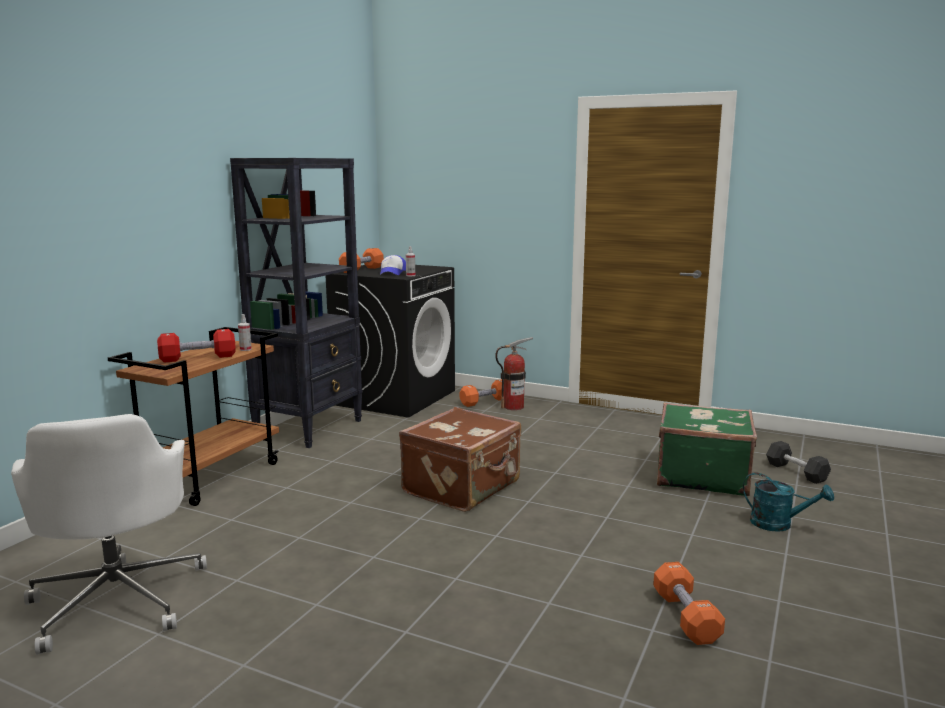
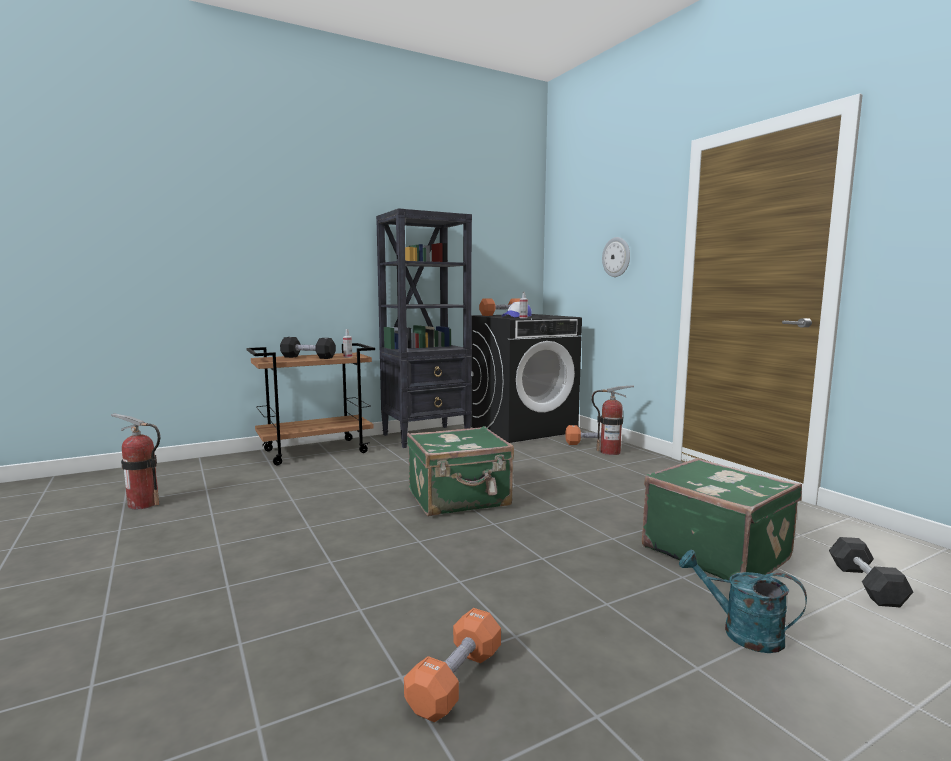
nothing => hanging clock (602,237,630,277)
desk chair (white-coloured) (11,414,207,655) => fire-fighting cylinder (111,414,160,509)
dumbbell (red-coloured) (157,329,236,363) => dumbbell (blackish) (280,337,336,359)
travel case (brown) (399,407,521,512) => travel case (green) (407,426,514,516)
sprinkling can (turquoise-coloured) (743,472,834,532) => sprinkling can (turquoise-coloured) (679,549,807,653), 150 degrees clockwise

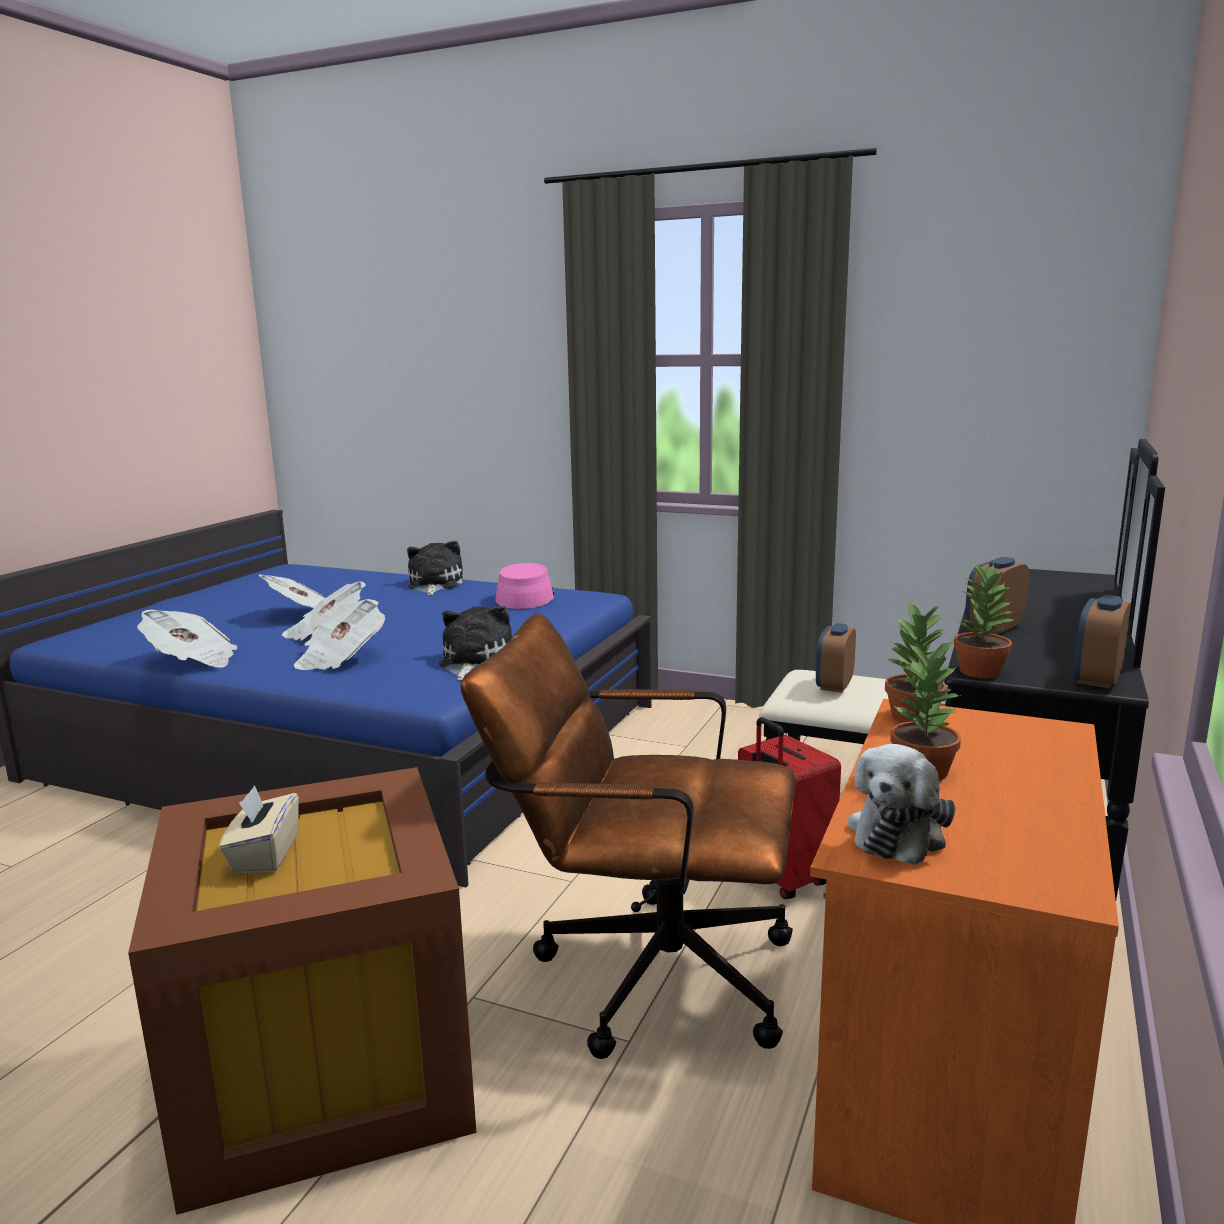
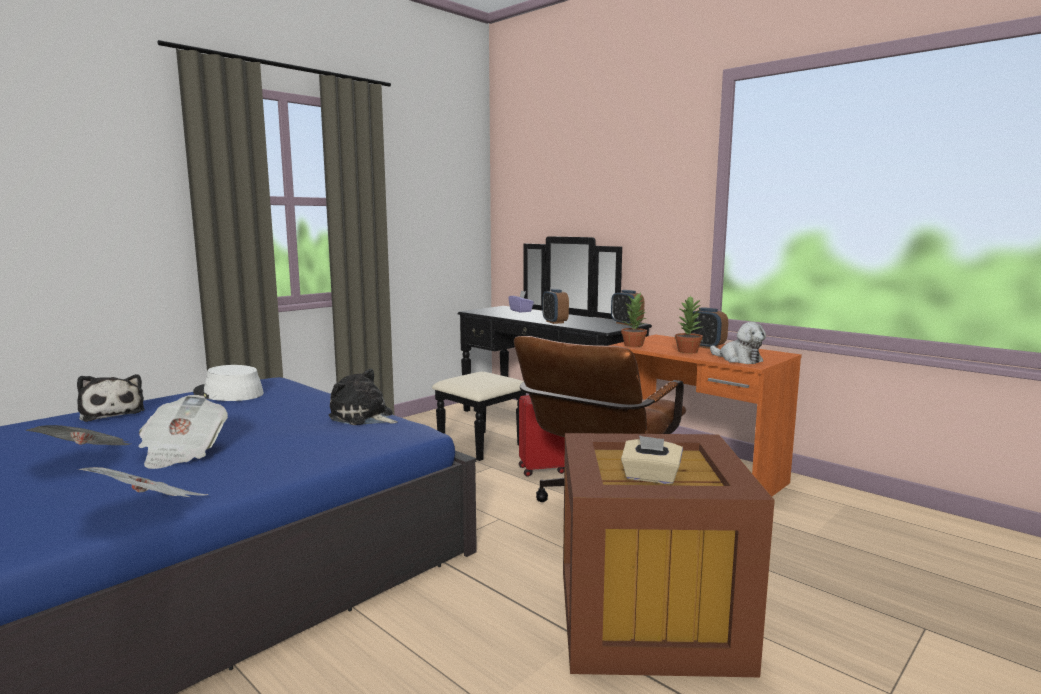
printed paper (294,599,385,670) => nothing
potted plant (954,562,1016,678) => nothing
nothing => tissue holder (purple-coloured) (508,290,534,312)
table clock (816,623,856,693) => table clock (686,307,728,349), relocated
hat (pink-coloured) (495,563,554,609) => hat (white-coloured) (193,365,264,401)
plush toy (407,541,463,595) => plush toy (77,374,145,422), 150 degrees counterclockwise

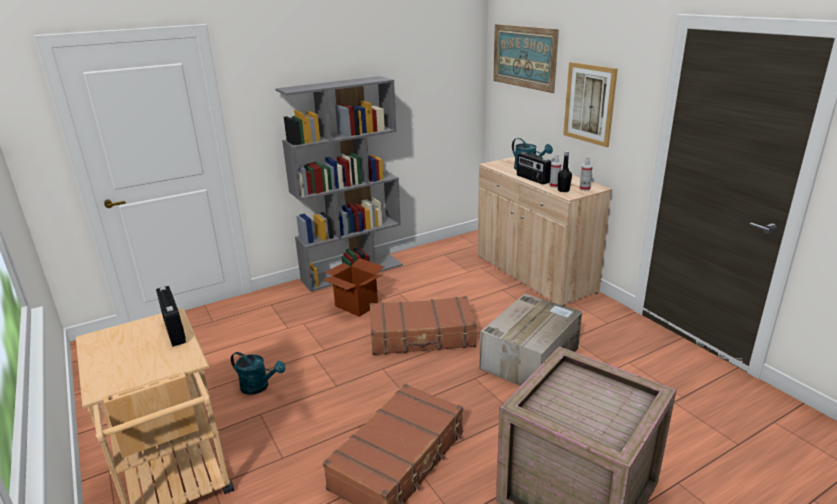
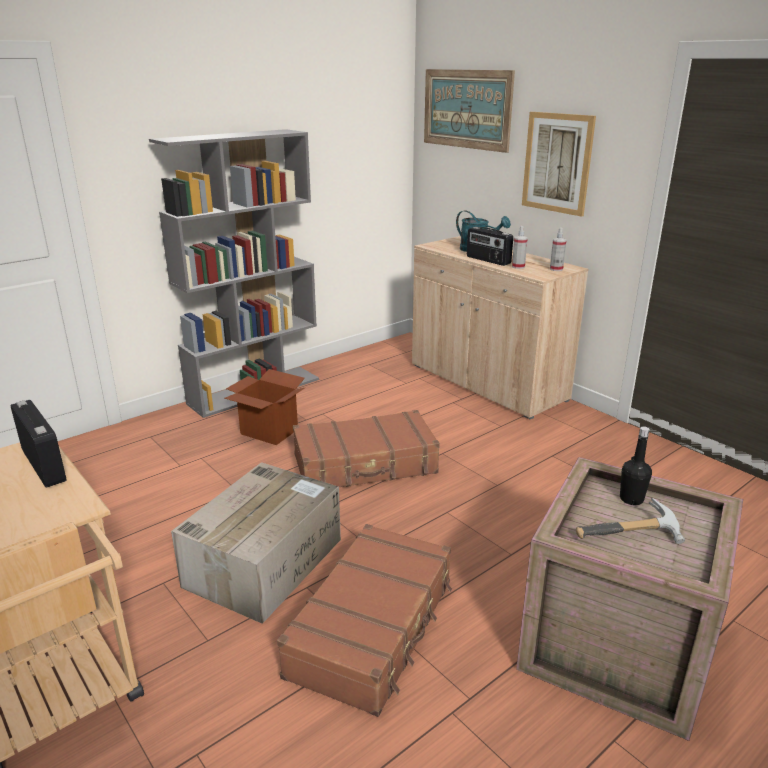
sprinkling can (turquoise-coloured) (231,352,285,395) => nothing
nothing => hand hammer (576,498,685,544)
cardboard box (480,294,582,386) => cardboard box (171,462,341,624), relocated
beverage bottle (blackish) (558,151,572,192) => beverage bottle (blackish) (620,426,652,505), relocated

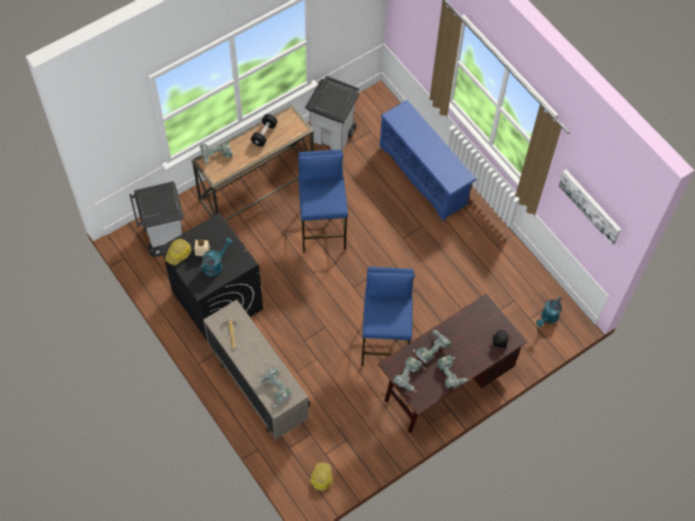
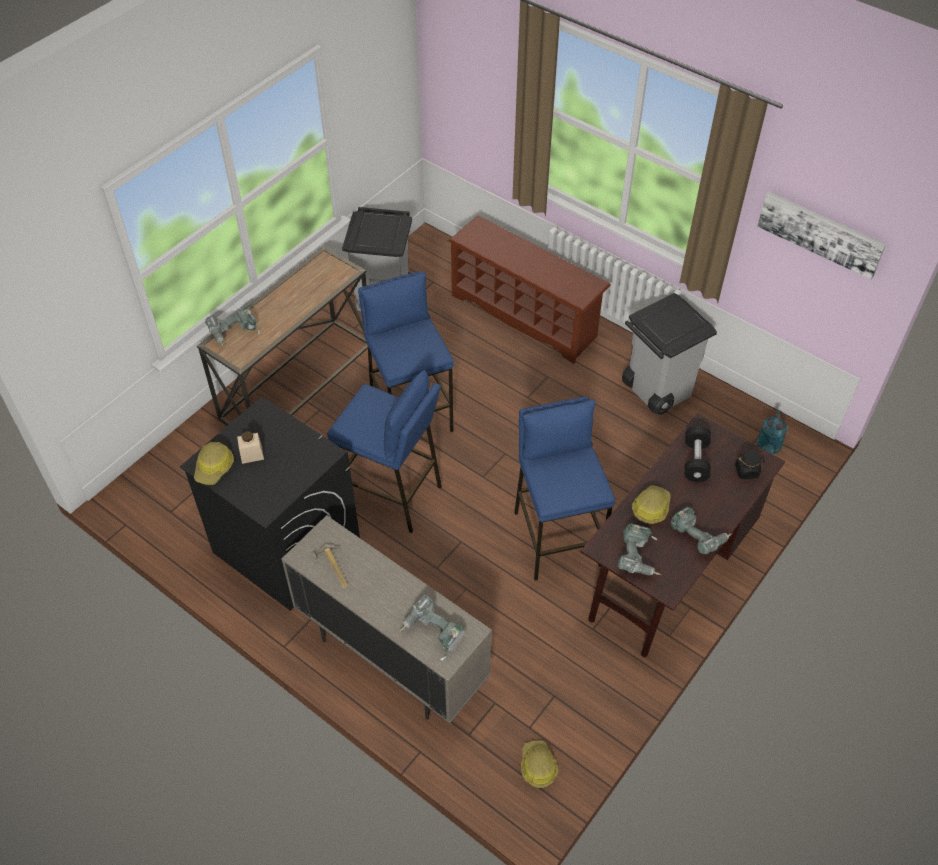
sprinkling can (turquoise-coloured) (200,238,233,277) => nothing
nothing => sitting stool (blue) (327,370,442,533)
trash can (greyish) (129,181,184,257) => trash can (greyish) (622,293,717,415), relocated
dumbbell (blackish) (251,114,278,147) => dumbbell (blackish) (685,426,711,482), relocated
electric drill (413,329,451,363) => work helmet (632,485,671,524)
shoe stand (blue) (380,100,477,221) => shoe stand (brown) (448,216,611,364)

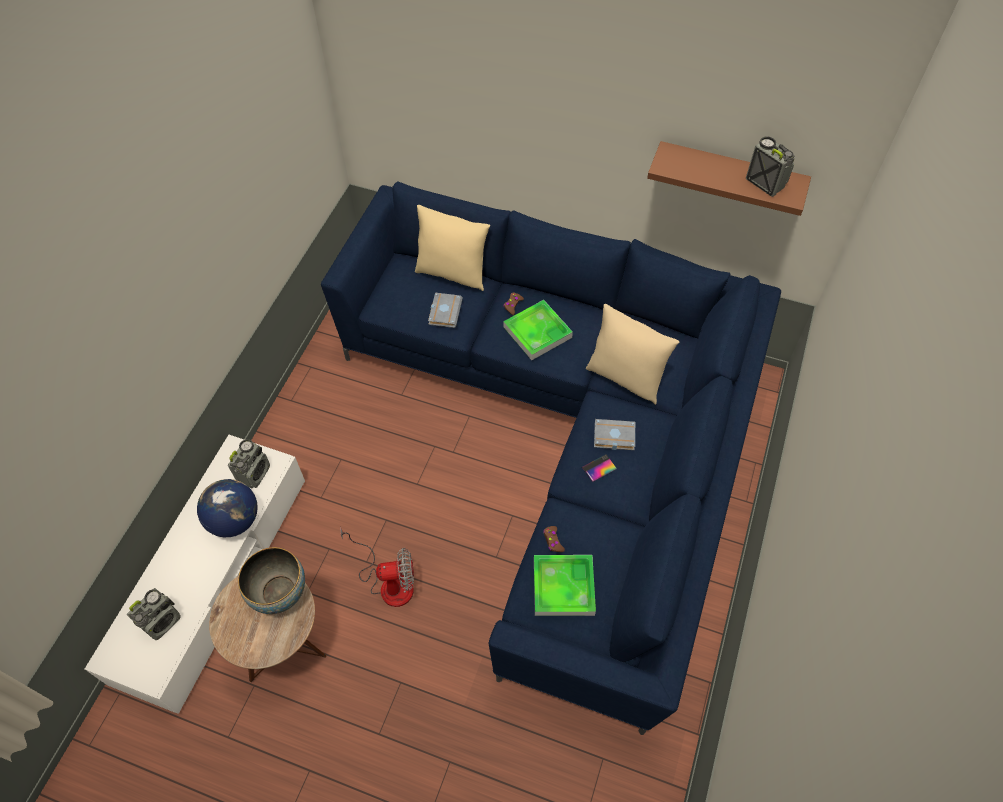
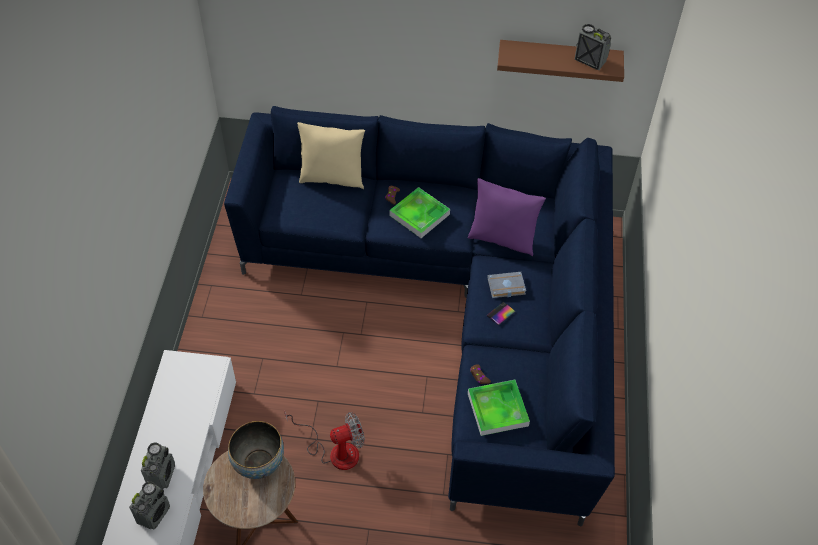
world globe (197,479,258,537) => nothing
bound book (greyish) (428,293,463,328) => nothing
radio receiver (228,439,270,488) => radio receiver (141,443,175,489), relocated
pillow (beige-coloured) (586,304,679,405) => pillow (purple-coloured) (468,178,546,256)

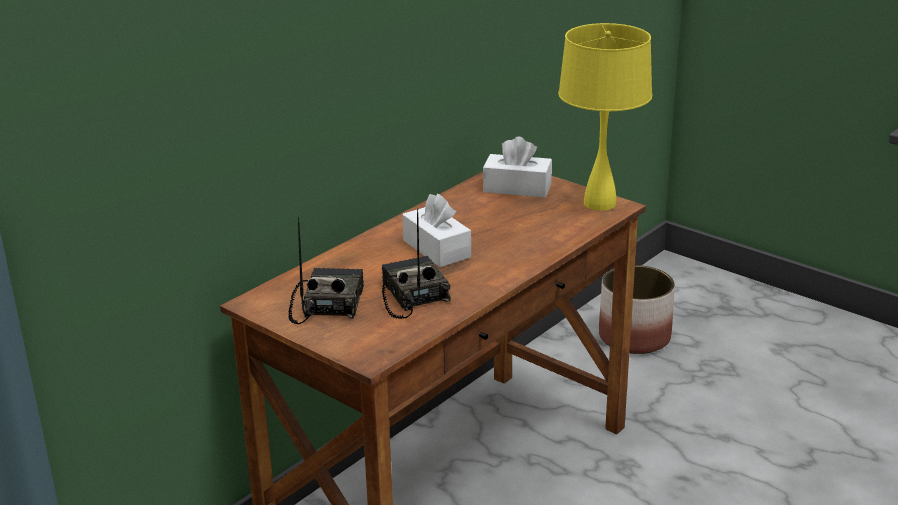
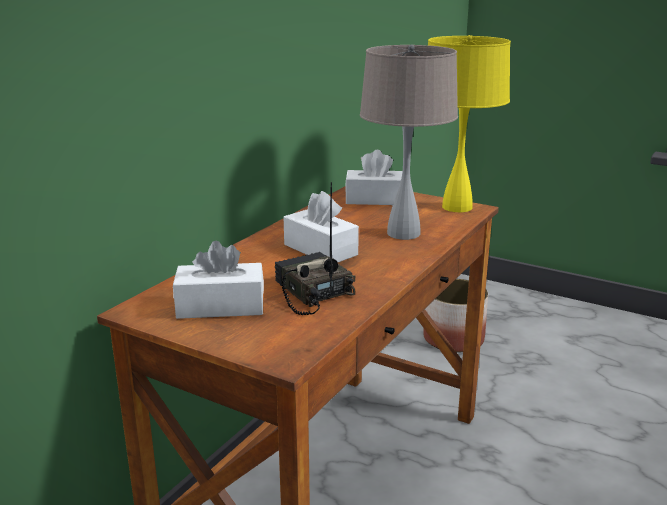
nothing => lamp for a table (beige-coloured) (360,45,458,240)
radio receiver (289,217,364,324) => tissue holder (white-coloured) (173,241,264,319)

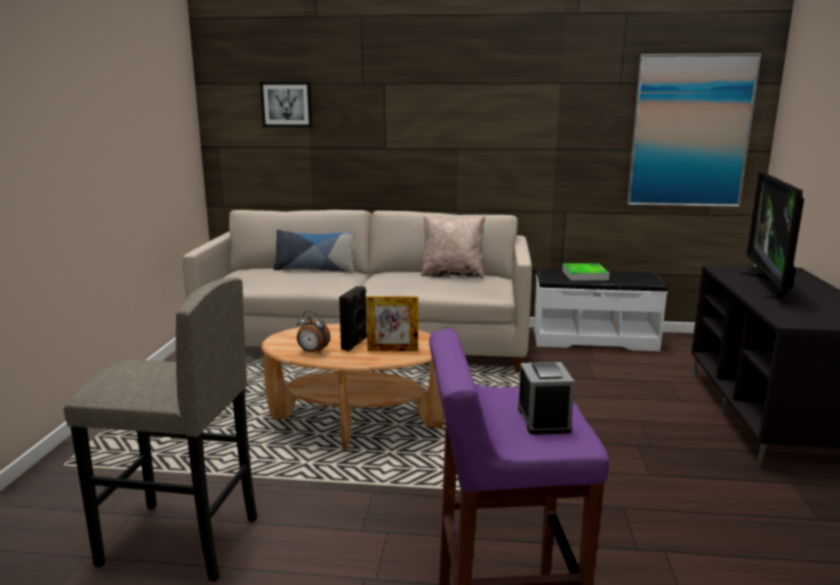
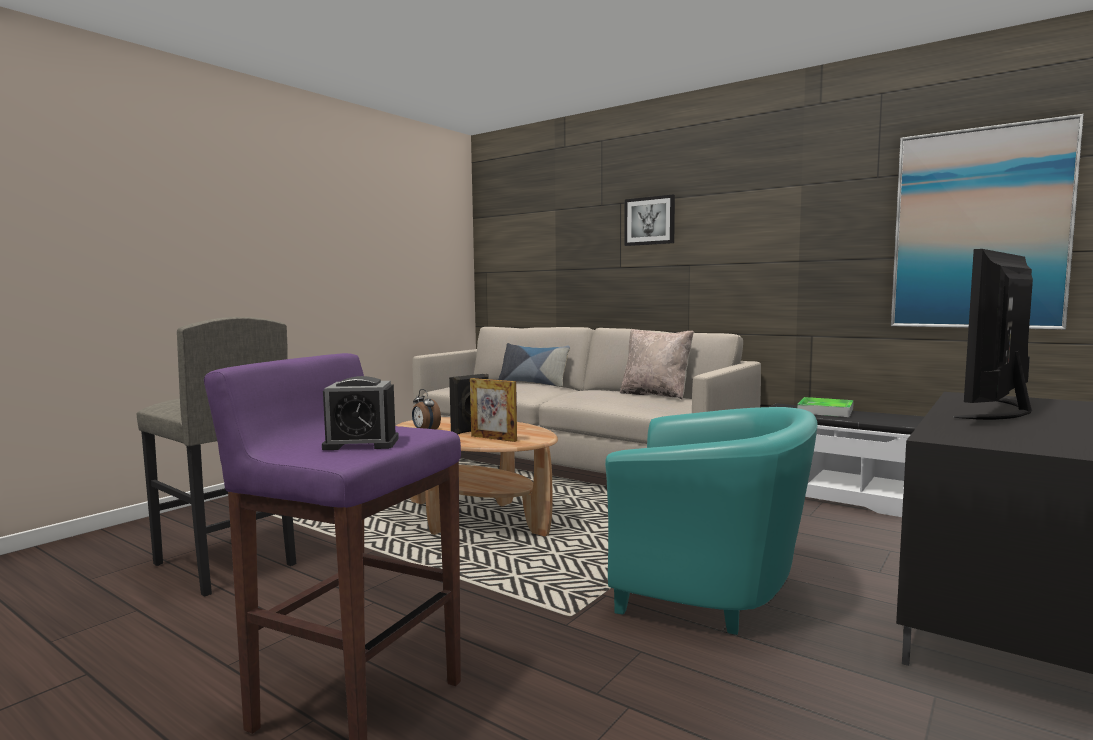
nothing => armchair (turquoise-coloured) (605,407,817,635)
wall picture (260,82,313,127) => wall picture (624,195,675,246), relocated
table clock (518,362,575,435) => table clock (322,376,399,450), 60 degrees clockwise

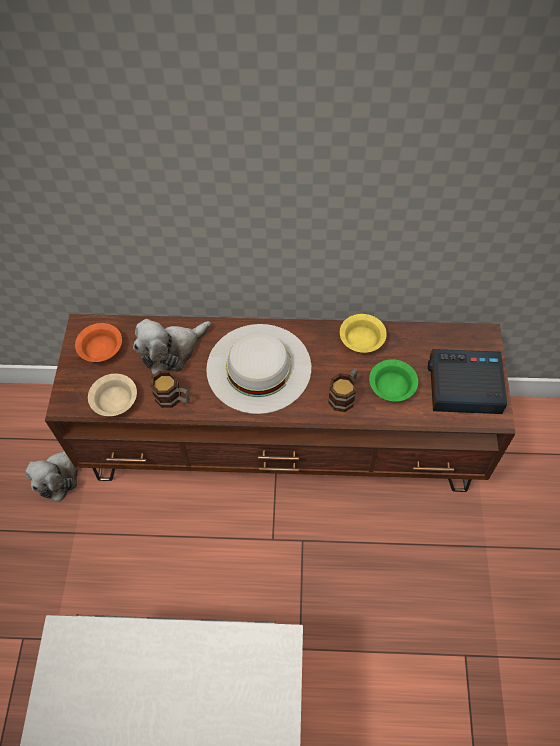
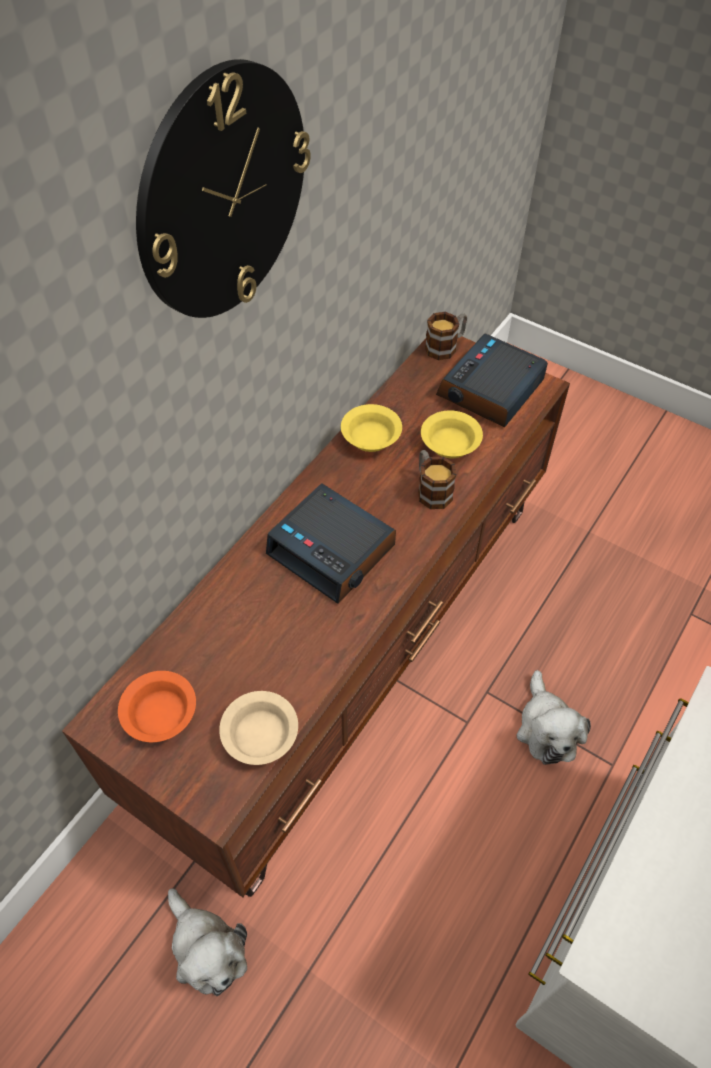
nothing => hanging clock (136,59,311,318)
plush toy (133,319,211,375) => plush toy (516,670,591,765), relocated
tea mug (150,370,190,408) => tea mug (425,312,467,360), relocated
hat (white-coloured) (206,324,311,414) => table clock (266,484,396,604)
serving bowl (green) (369,359,418,401) => serving bowl (yellowish) (421,410,483,458)

